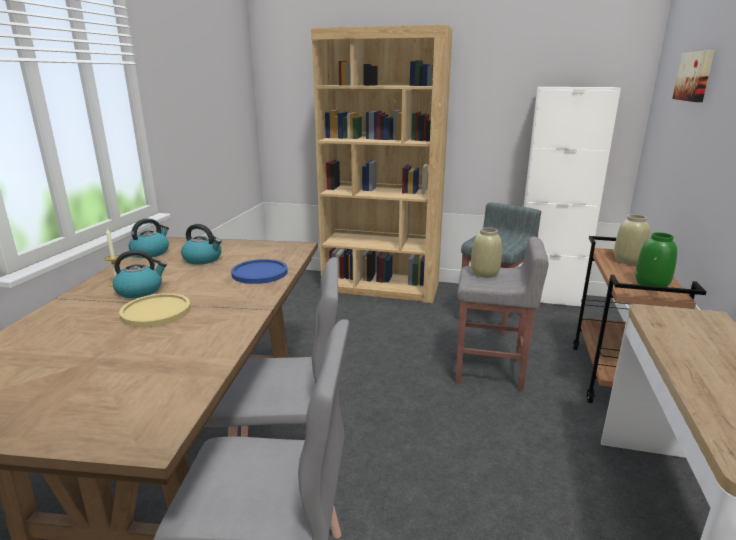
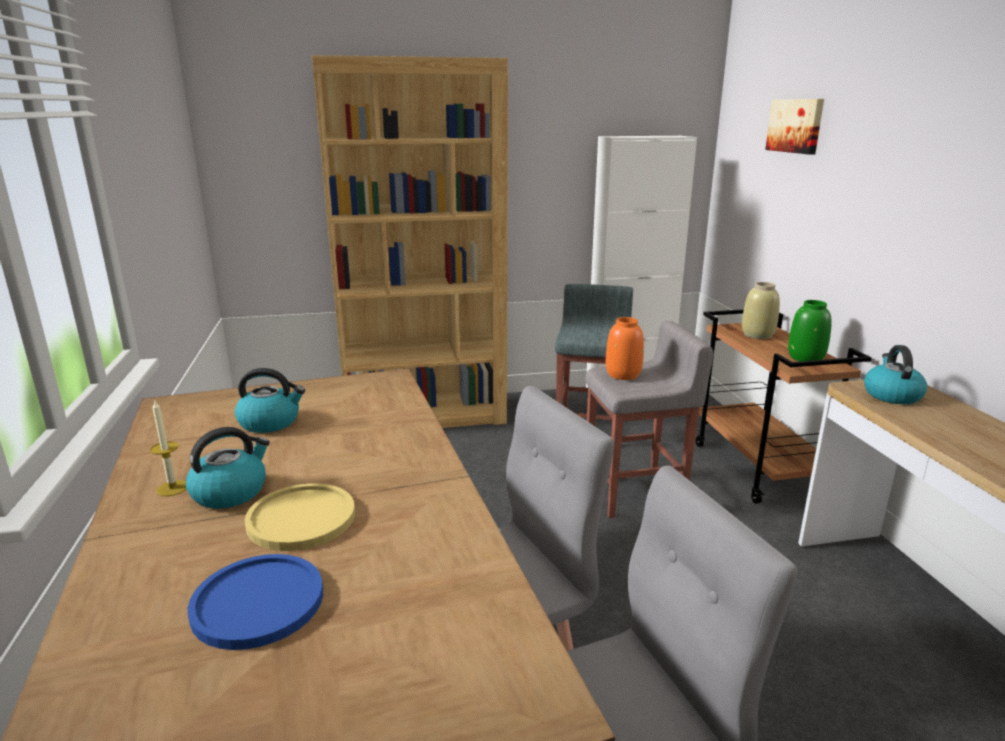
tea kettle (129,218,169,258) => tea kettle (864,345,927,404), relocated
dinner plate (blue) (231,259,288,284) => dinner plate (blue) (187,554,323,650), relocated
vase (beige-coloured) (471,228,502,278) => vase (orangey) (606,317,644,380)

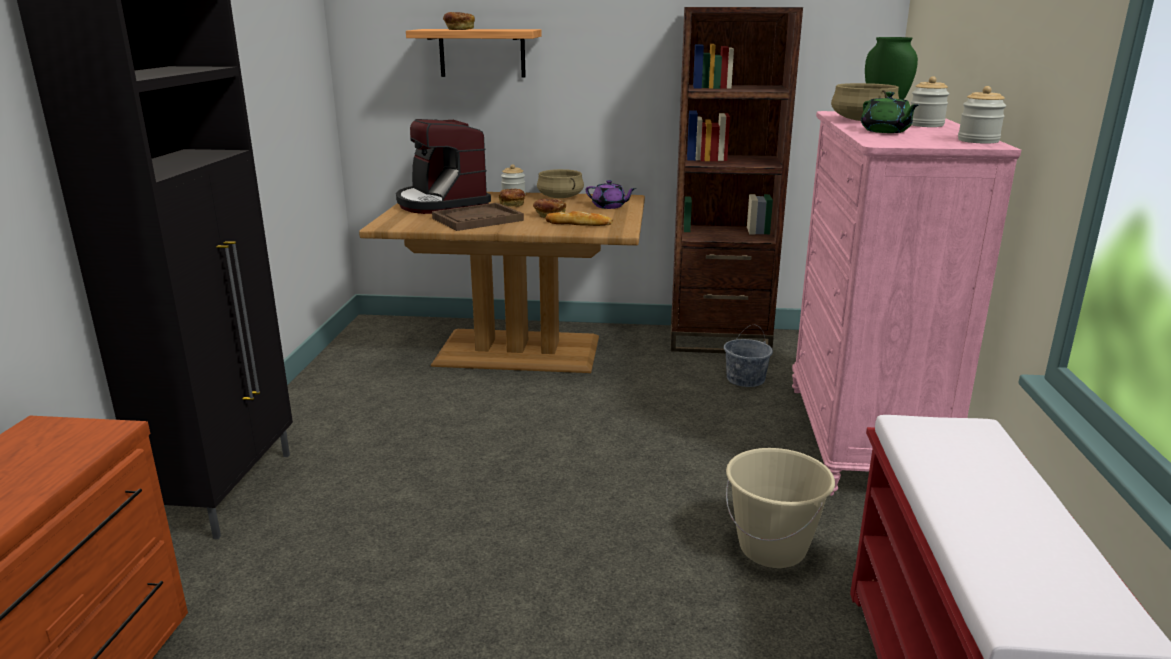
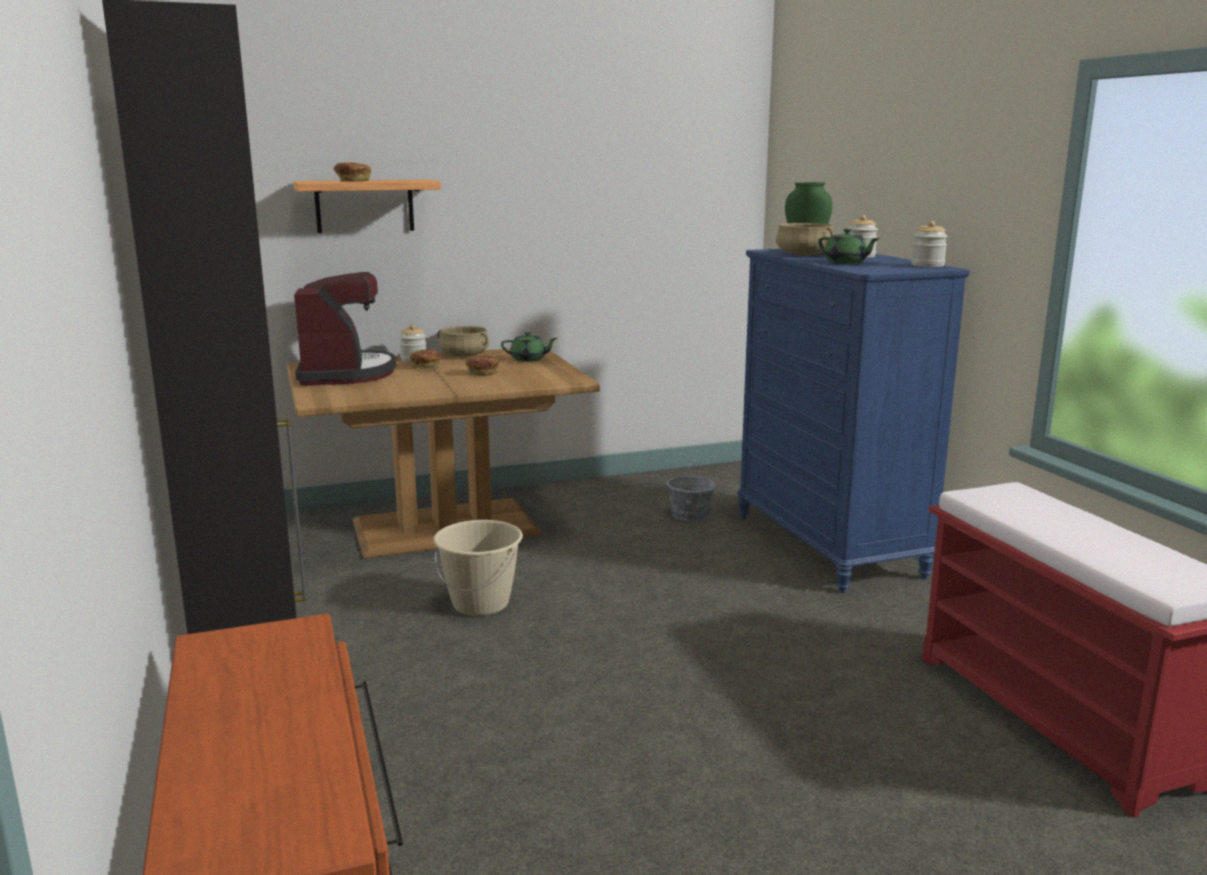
tray (brown) (432,203,524,231) => nothing
bread (545,211,613,226) => nothing
bookcase (brown) (671,7,803,353) => nothing
water bucket (beige-coloured) (726,448,835,568) => water bucket (beige-coloured) (433,520,523,616), relocated
tea pot (purple-coloured) (586,180,636,209) => tea pot (green) (501,332,557,362)
drawer chest (pink-coloured) (792,111,1021,496) => drawer chest (blue) (737,249,970,593)
coffee machine (396,119,491,214) => coffee machine (294,272,396,386), 135 degrees counterclockwise

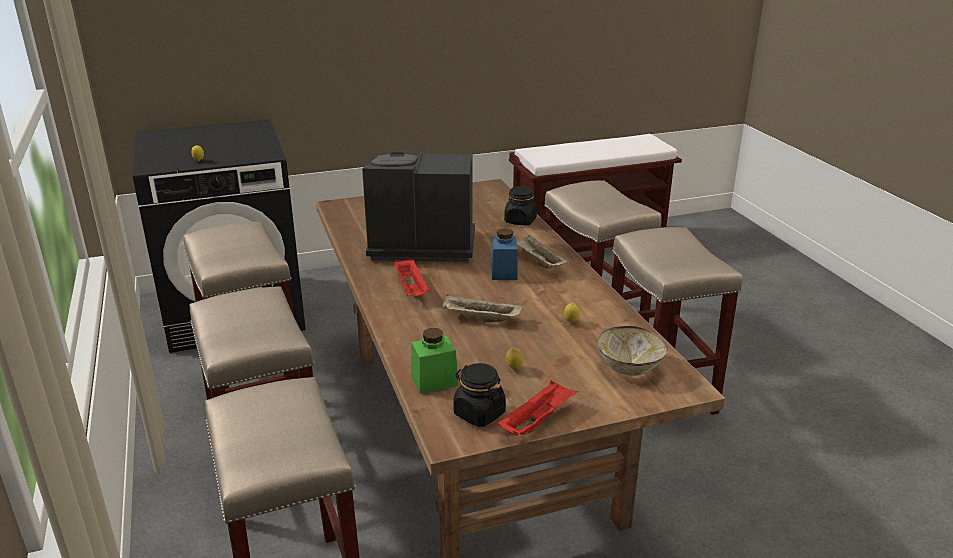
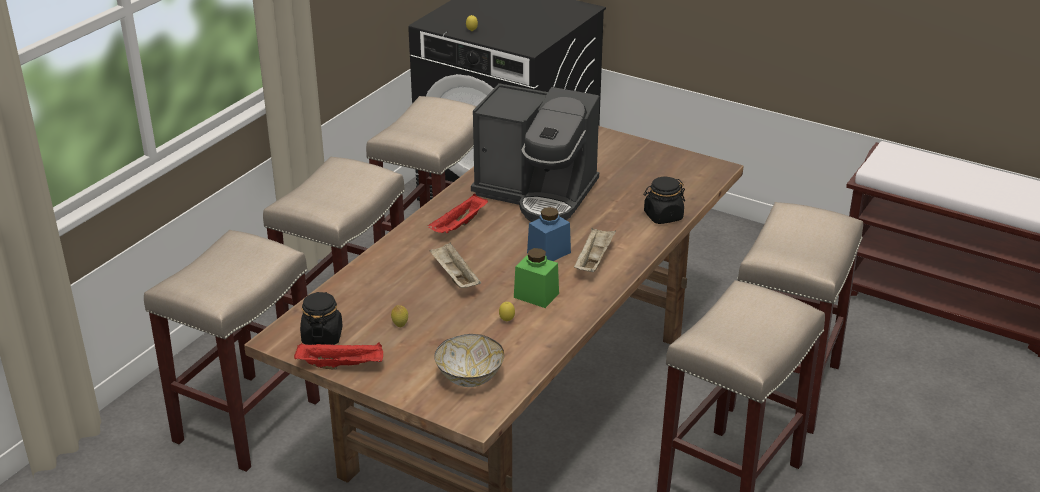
storage jar (green) (411,328,458,394) => storage jar (green) (514,248,559,308), relocated
coffee machine (362,152,475,262) => coffee machine (471,83,599,222), 150 degrees clockwise

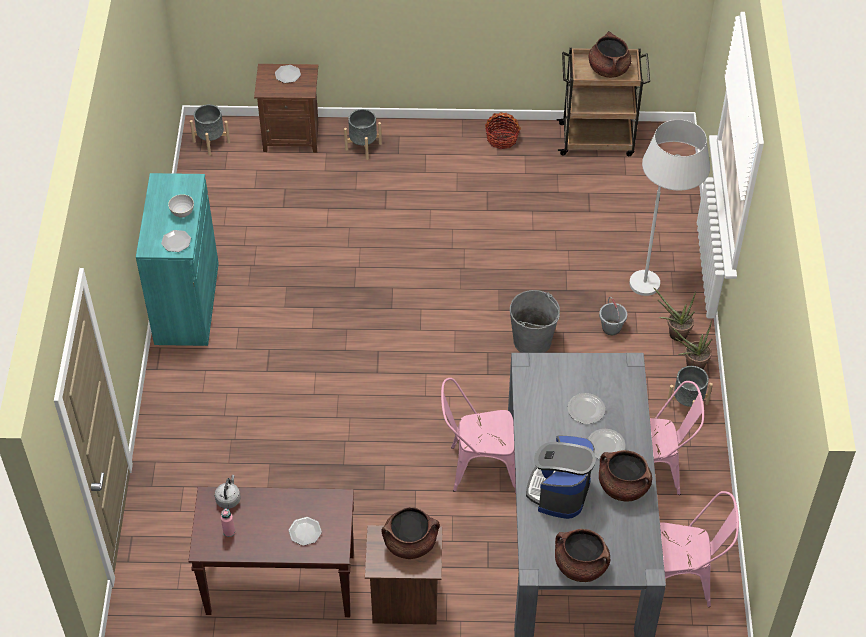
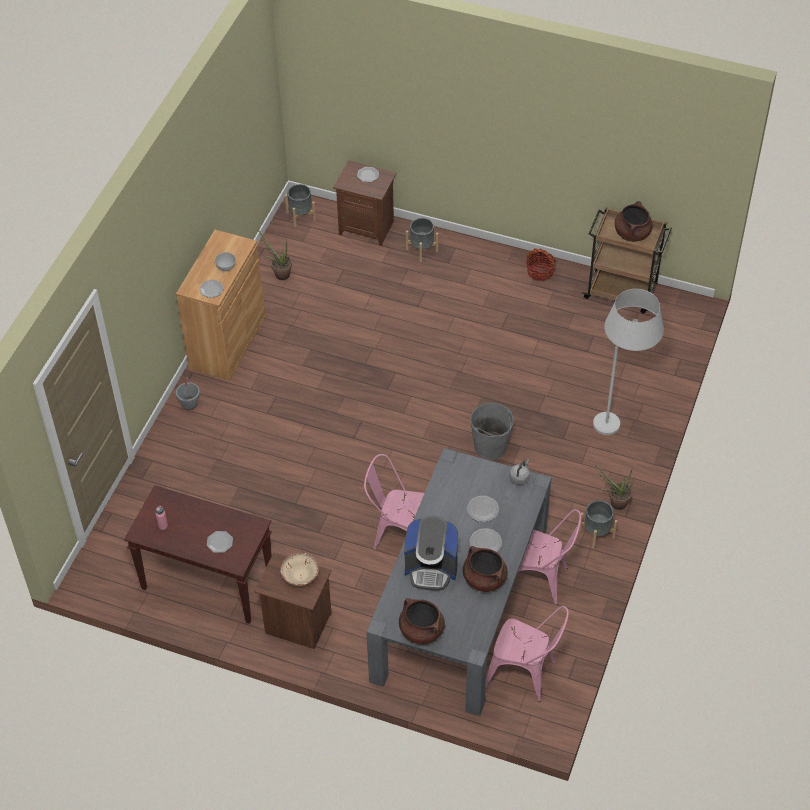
tea kettle (greyish) (215,475,241,509) => tea kettle (greyish) (509,460,530,485), relocated
water bucket (greyish) (599,297,627,335) => water bucket (greyish) (176,377,200,410), relocated
potted plant (653,287,696,341) => potted plant (257,229,292,280), relocated
stockpot (brown) (381,507,440,559) => serving bowl (beige-coloured) (280,553,319,586)
cabinet (turquoise-coloured) (136,173,219,346) => cabinet (brown) (176,230,265,381)
coffee machine (526,435,596,519) => coffee machine (404,515,458,591), 120 degrees counterclockwise

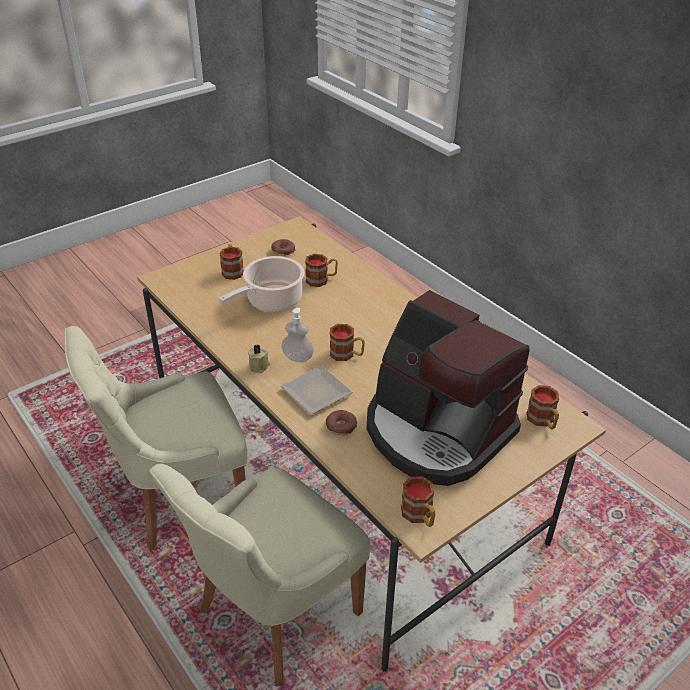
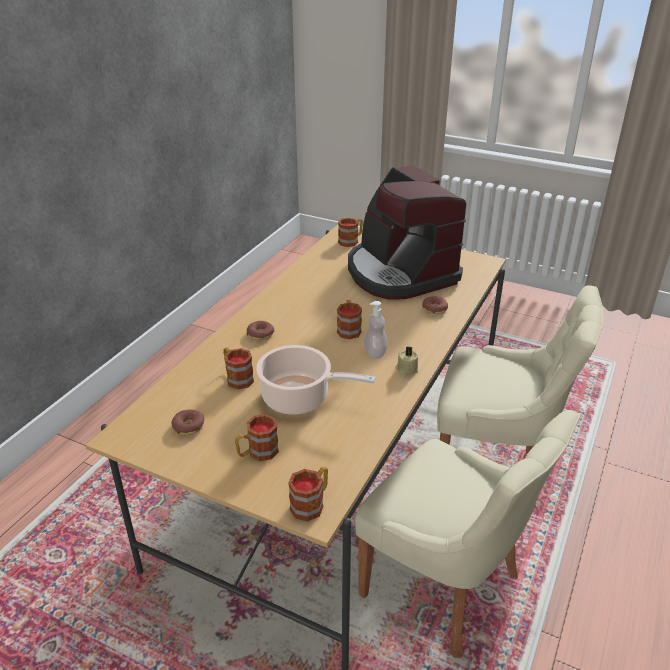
dinner plate (280,365,353,415) => nothing
nothing => doughnut (247,321,274,340)
tea mug (401,476,435,527) => tea mug (288,466,328,521), relocated
coffee machine (367,290,530,486) => coffee machine (348,165,466,300), 135 degrees clockwise

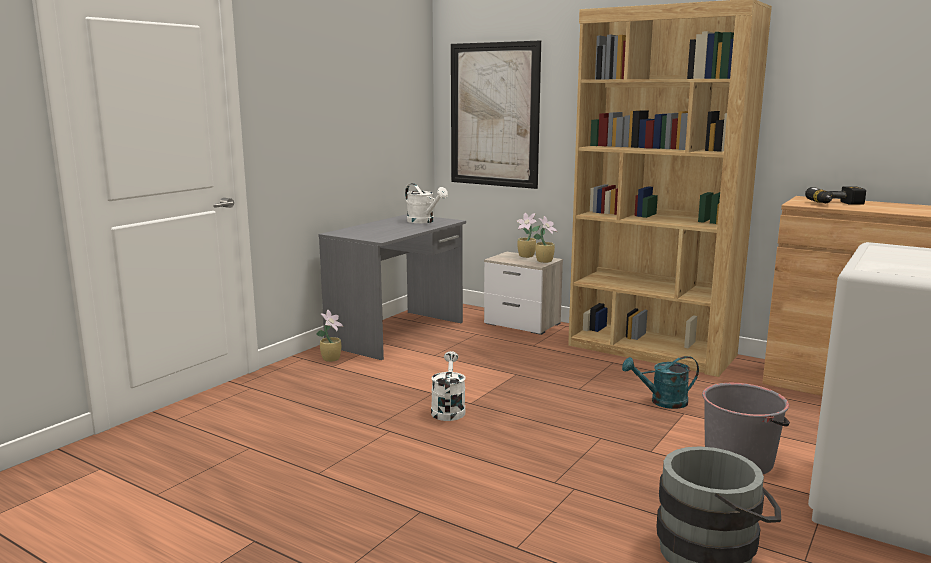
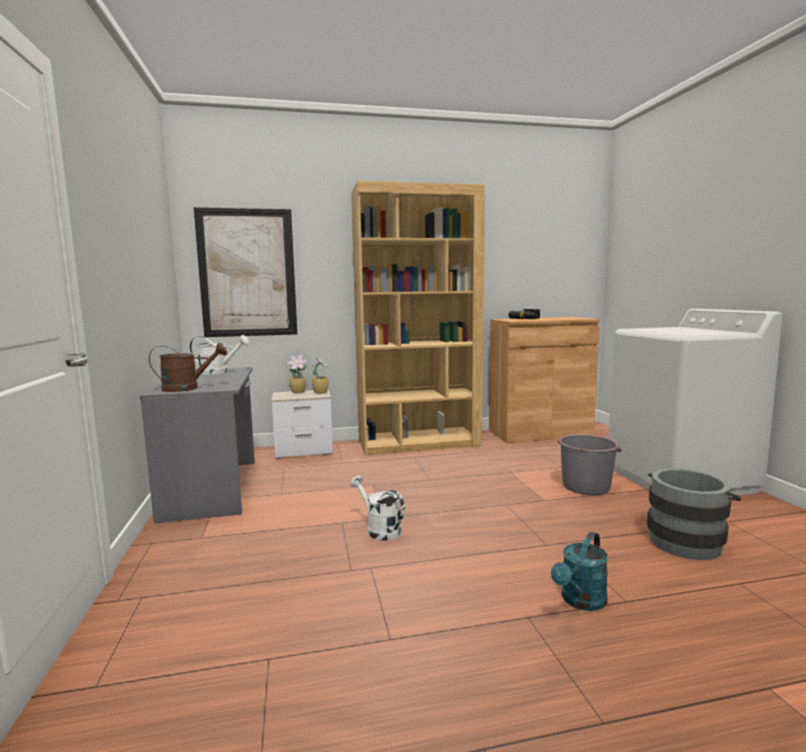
potted plant (316,309,343,362) => nothing
nothing => sprinkling can (brown) (149,343,227,392)
sprinkling can (turquoise-coloured) (622,356,699,409) => sprinkling can (turquoise-coloured) (551,532,608,611), relocated

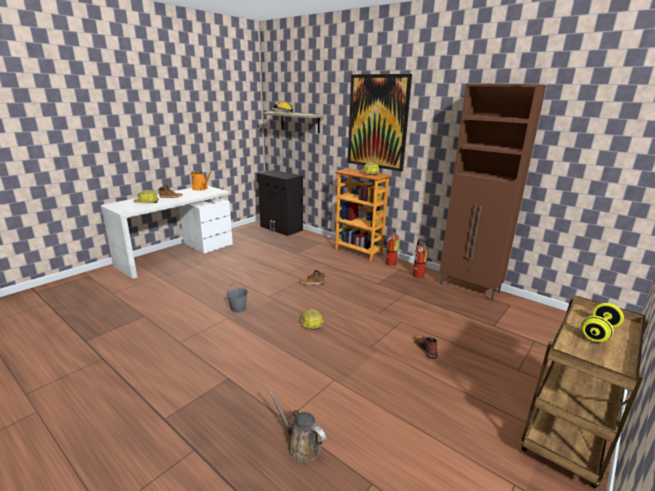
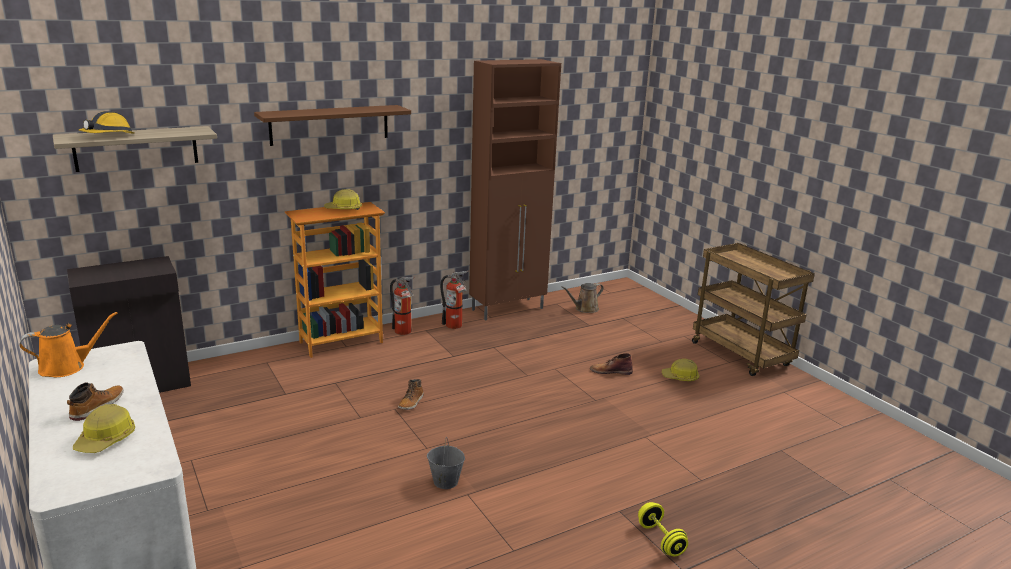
sprinkling can (brown) (269,391,326,462) => sprinkling can (brown) (562,283,604,313), relocated
work helmet (301,309,324,330) => work helmet (662,359,699,381), relocated
dumbbell (yellowish) (581,303,624,342) => dumbbell (yellowish) (638,502,688,556), relocated
wall picture (348,74,412,172) => wall shelf (brown) (254,105,411,146)

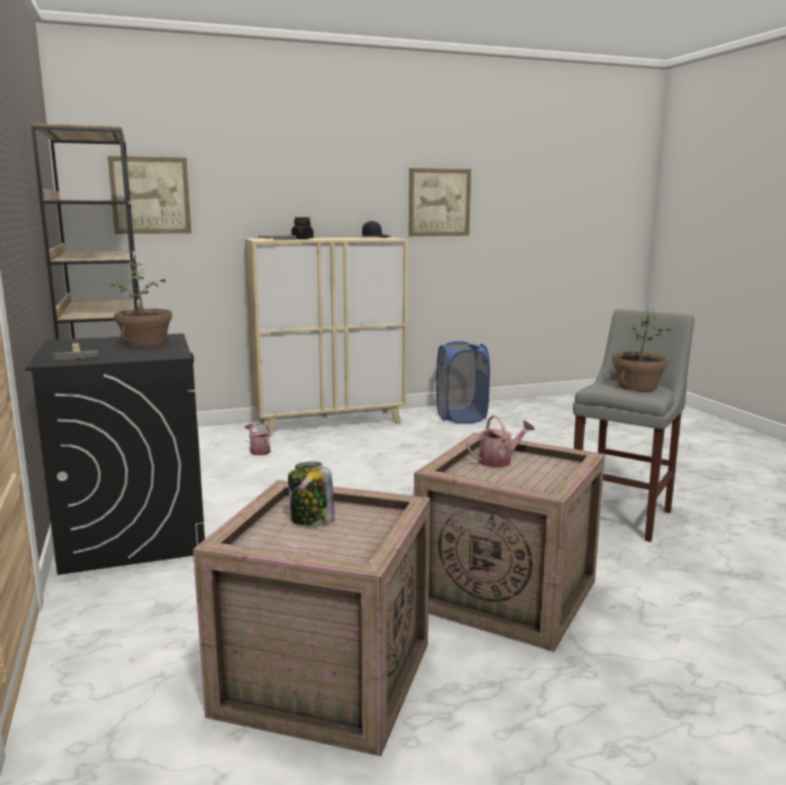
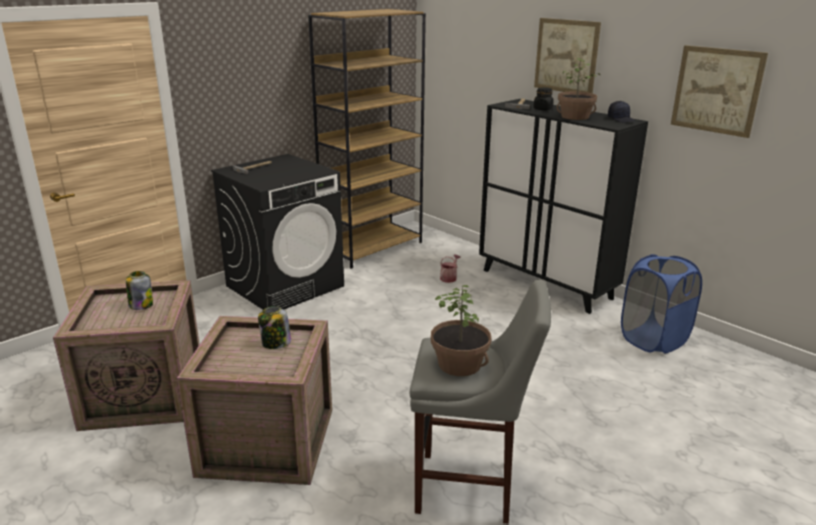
wall picture (108,156,191,234) => wall picture (534,18,601,93), relocated
potted plant (111,261,172,347) => potted plant (556,58,600,120), relocated
sprinkling can (467,415,535,467) => storage jar (258,306,291,349)
cabinet (beige-coloured) (245,237,408,436) => cabinet (blackish) (479,99,648,314)

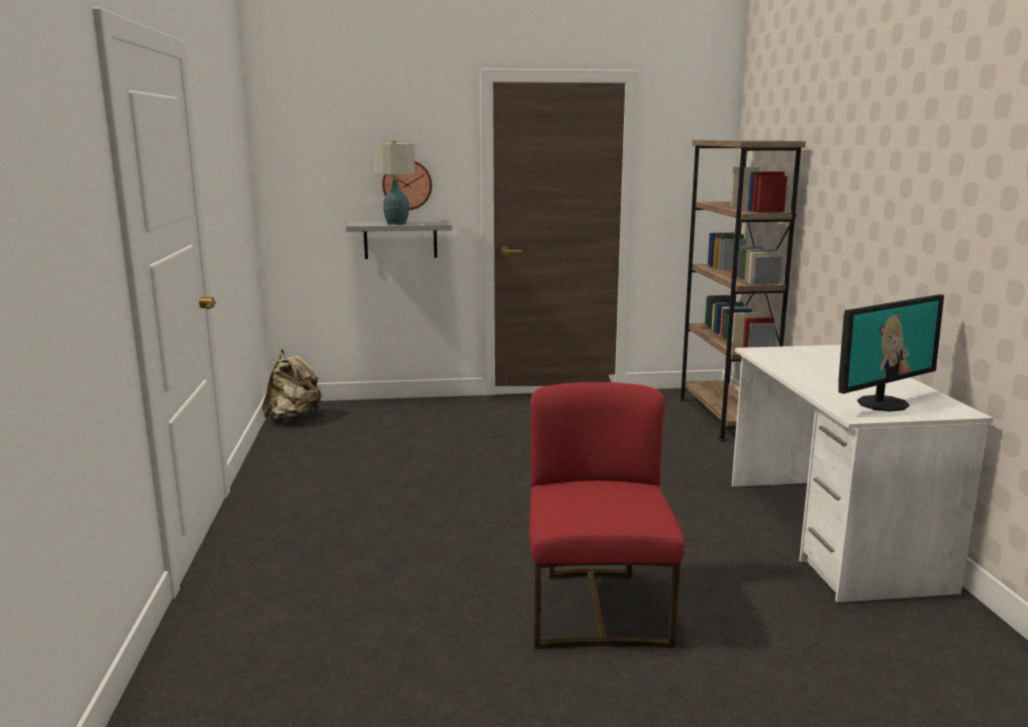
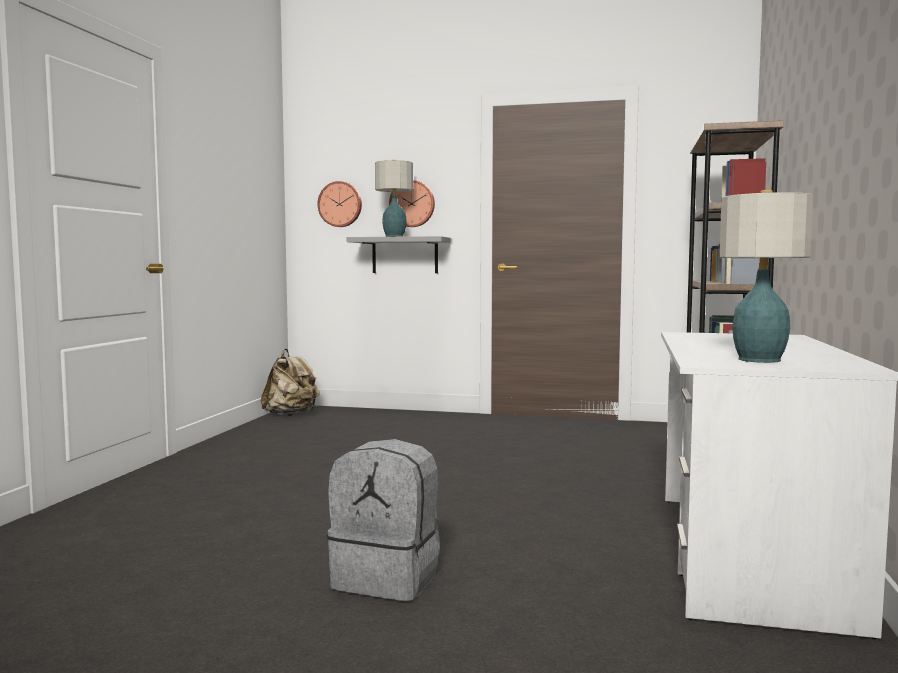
nothing => hanging clock (318,181,362,227)
chair (red-coloured) (529,382,685,649) => knapsack (greyish) (327,439,440,601)
computer screen (838,294,944,412) => lamp for a table (719,190,813,363)

